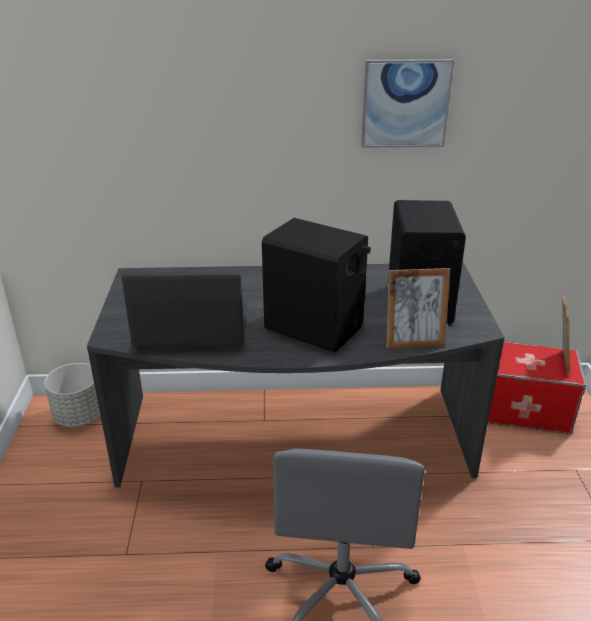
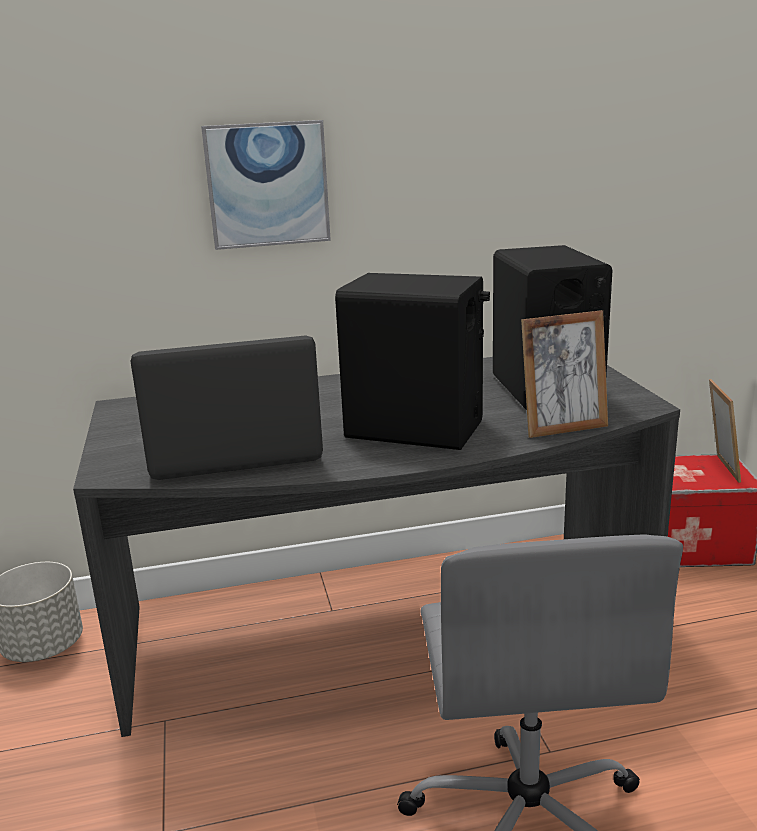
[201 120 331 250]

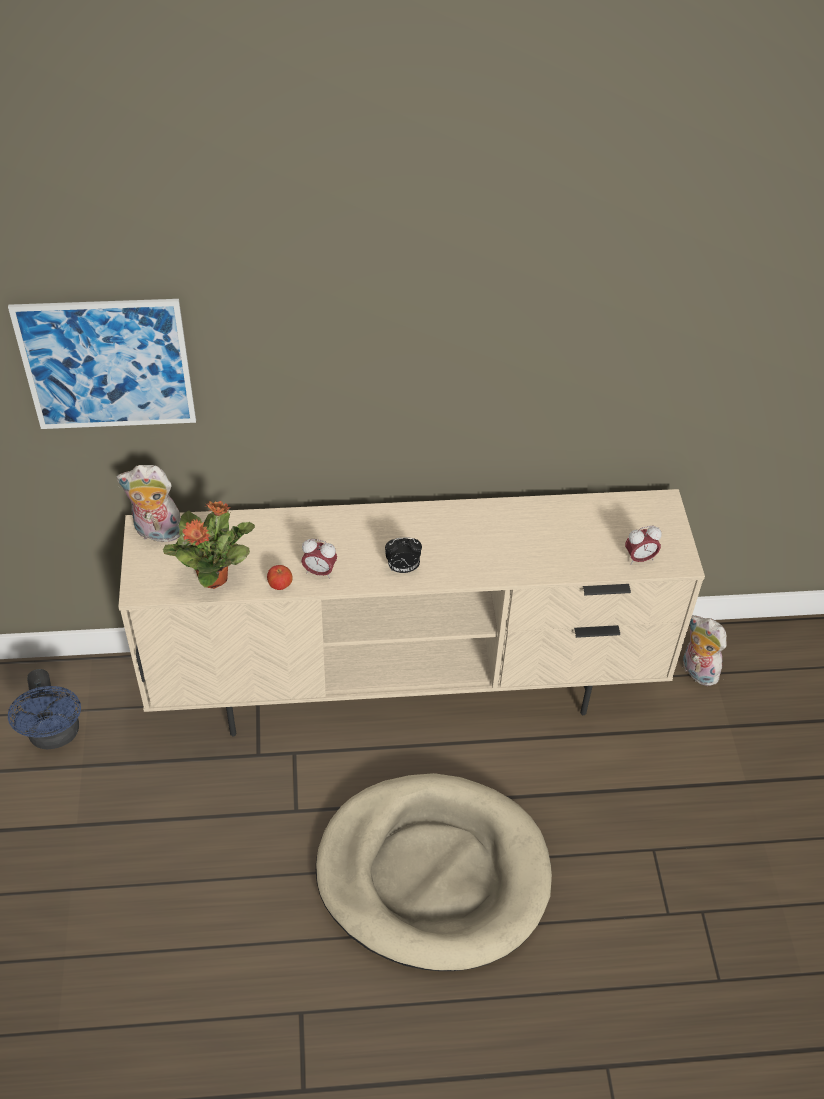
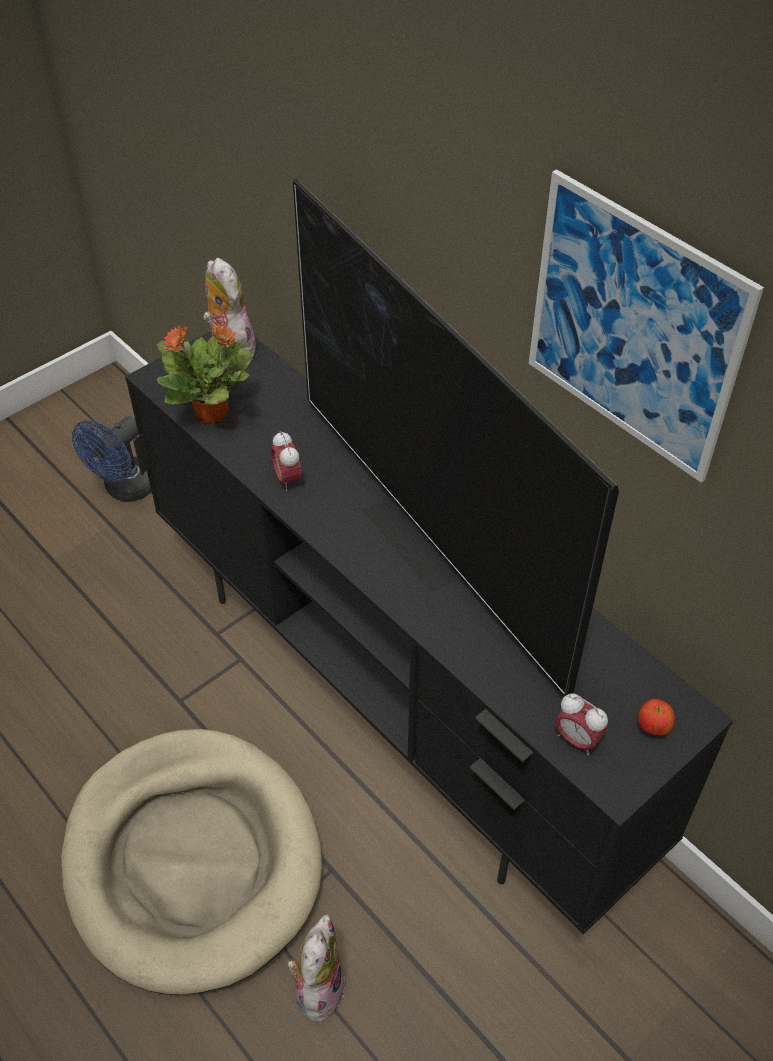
[529 169 764 483]
[125 331 734 934]
[638 699 675 736]
[385 537 422 573] (first image)
[287 914 345 1025]
[292 179 619 697]

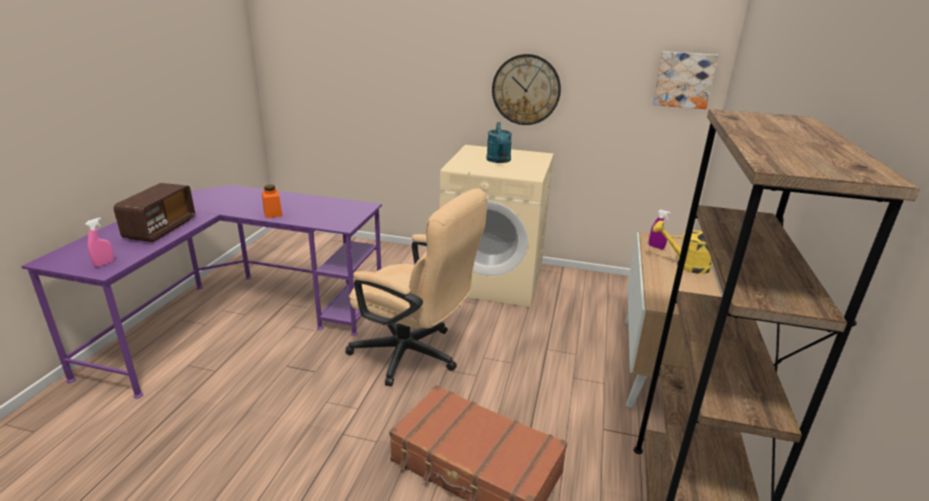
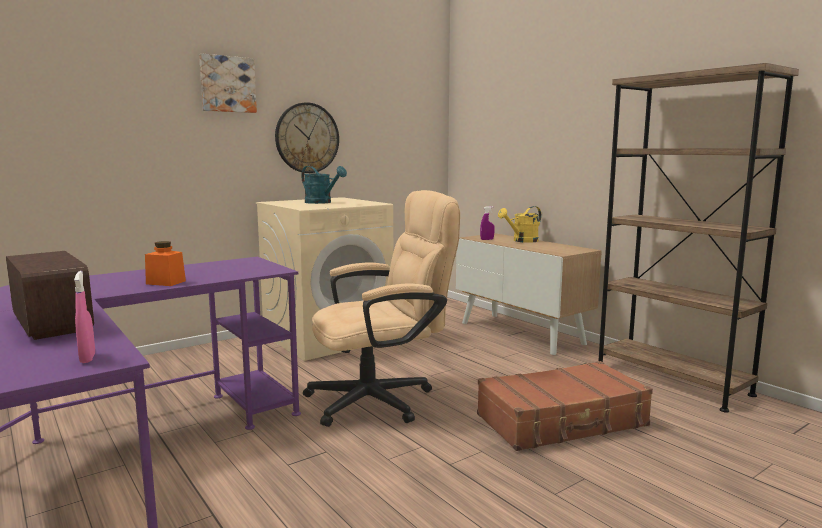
[199 53 257 113]

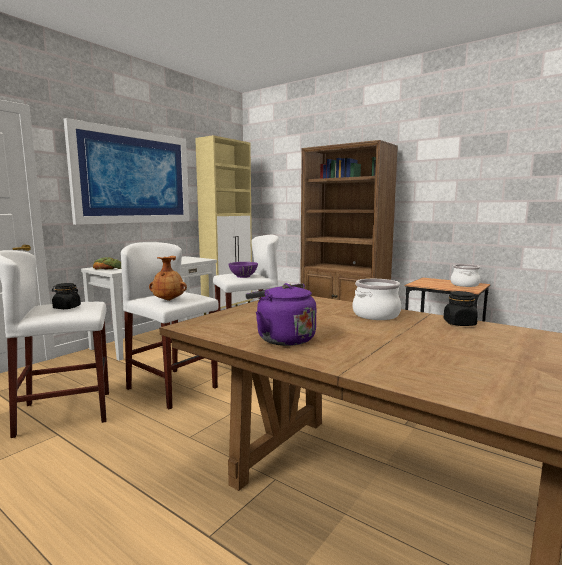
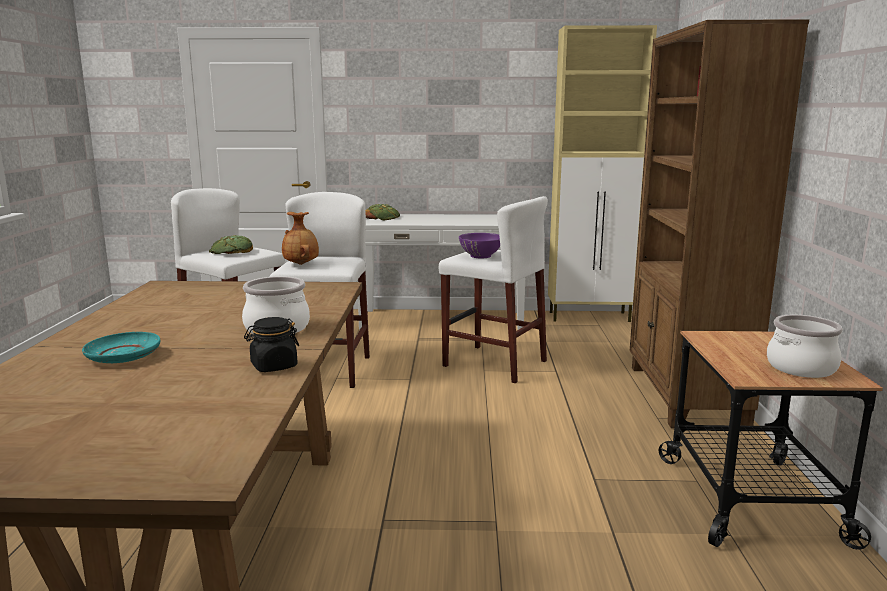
[209 235 253 254]
[64 118 189 225] (first image)
[246 283 316 346] (first image)
[82 332 160 363]

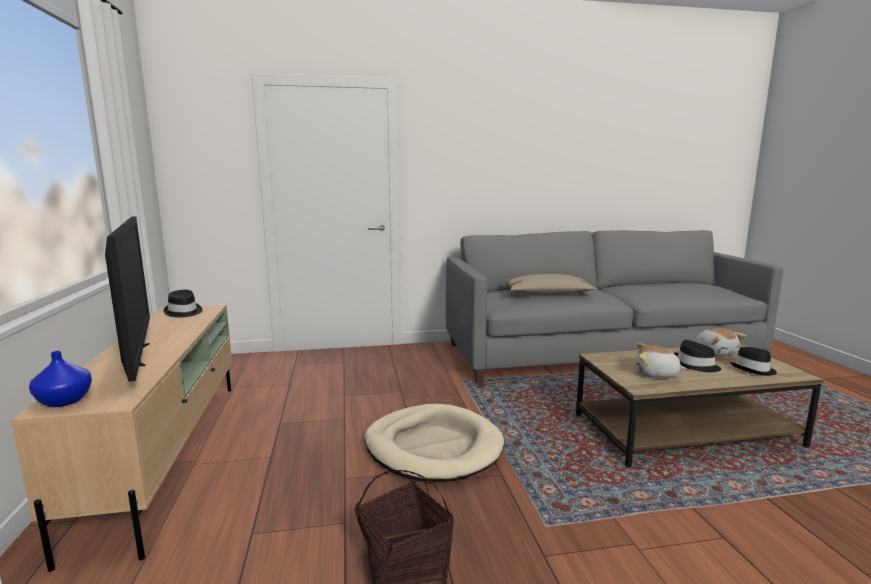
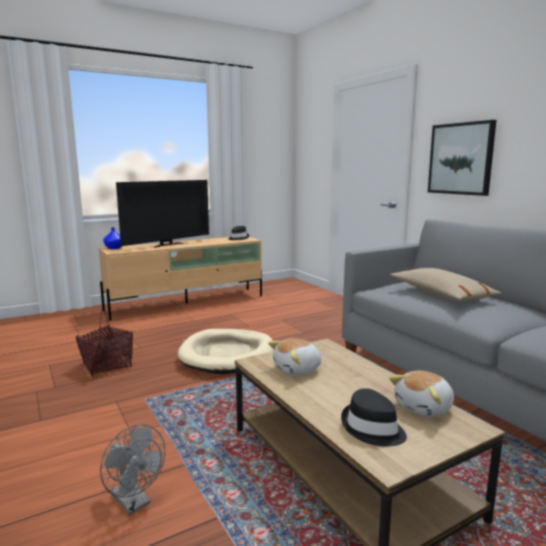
[268 338 321 376]
[674 340 721 372] (first image)
[100 424 165 515]
[428 120 496 196]

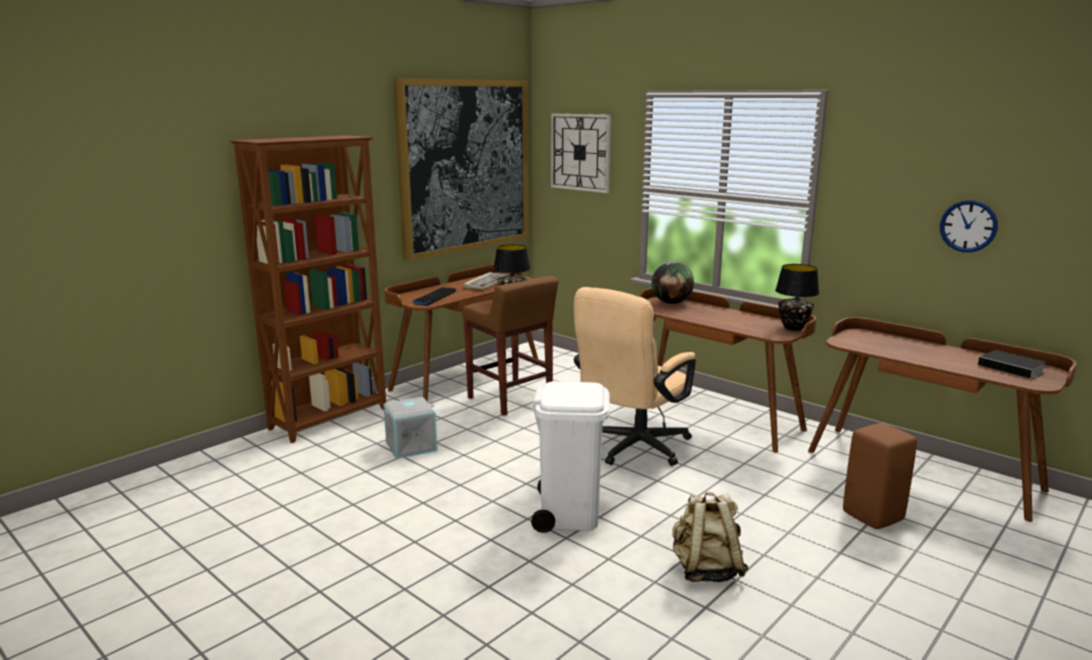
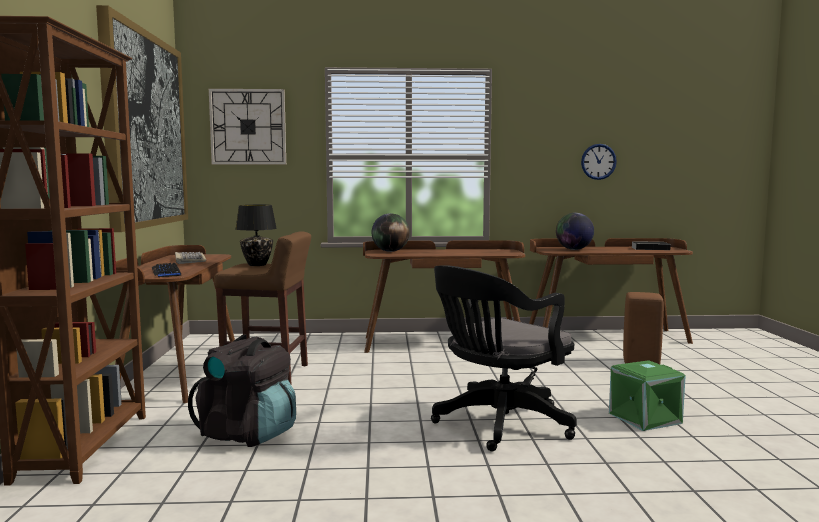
[188 337 296 447]
[431 265 577 451]
[574 287 696 466] (first image)
[609 360 686 431]
[775 264 819 331] (first image)
[556 213 594 250]

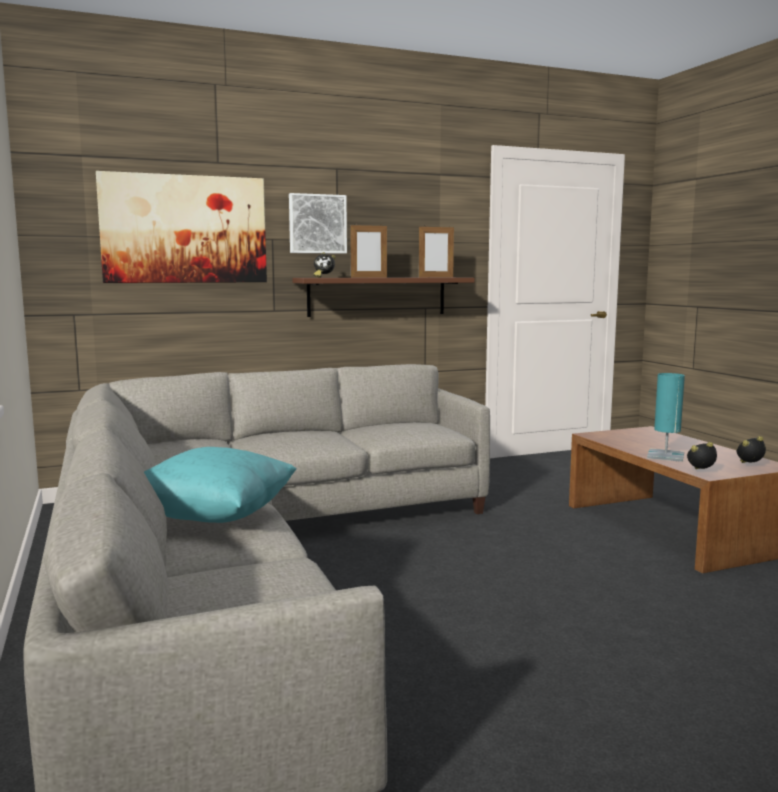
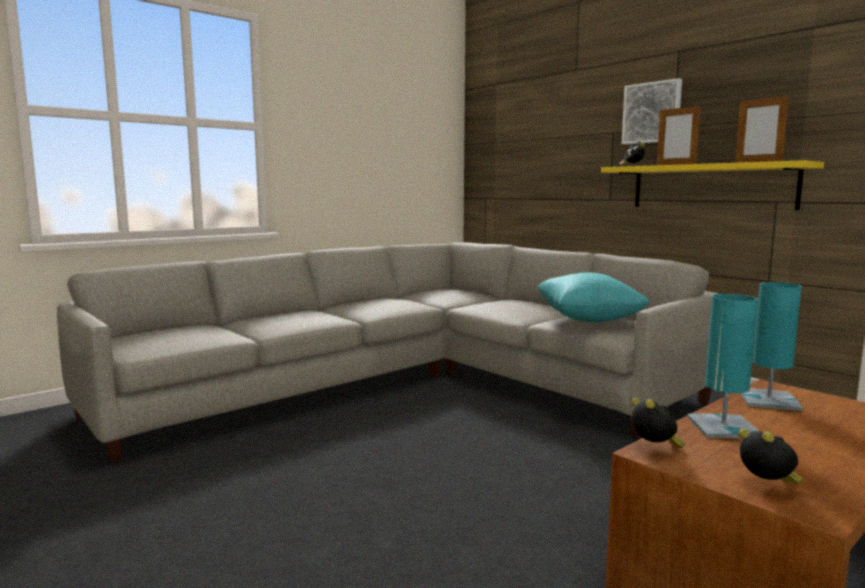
[96 171 267 283] (first image)
[537 272 650 322]
[601 160 824 210]
[740 282 803 411]

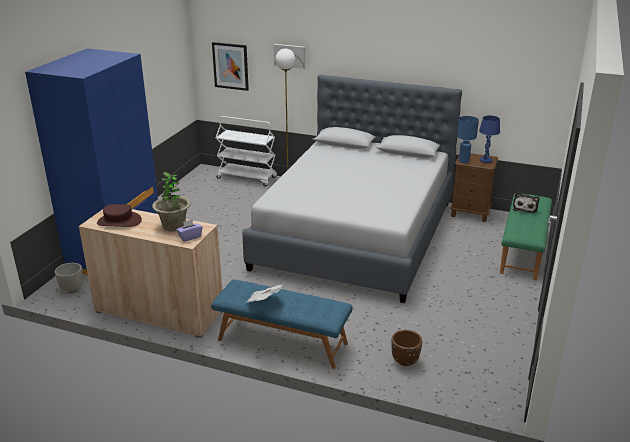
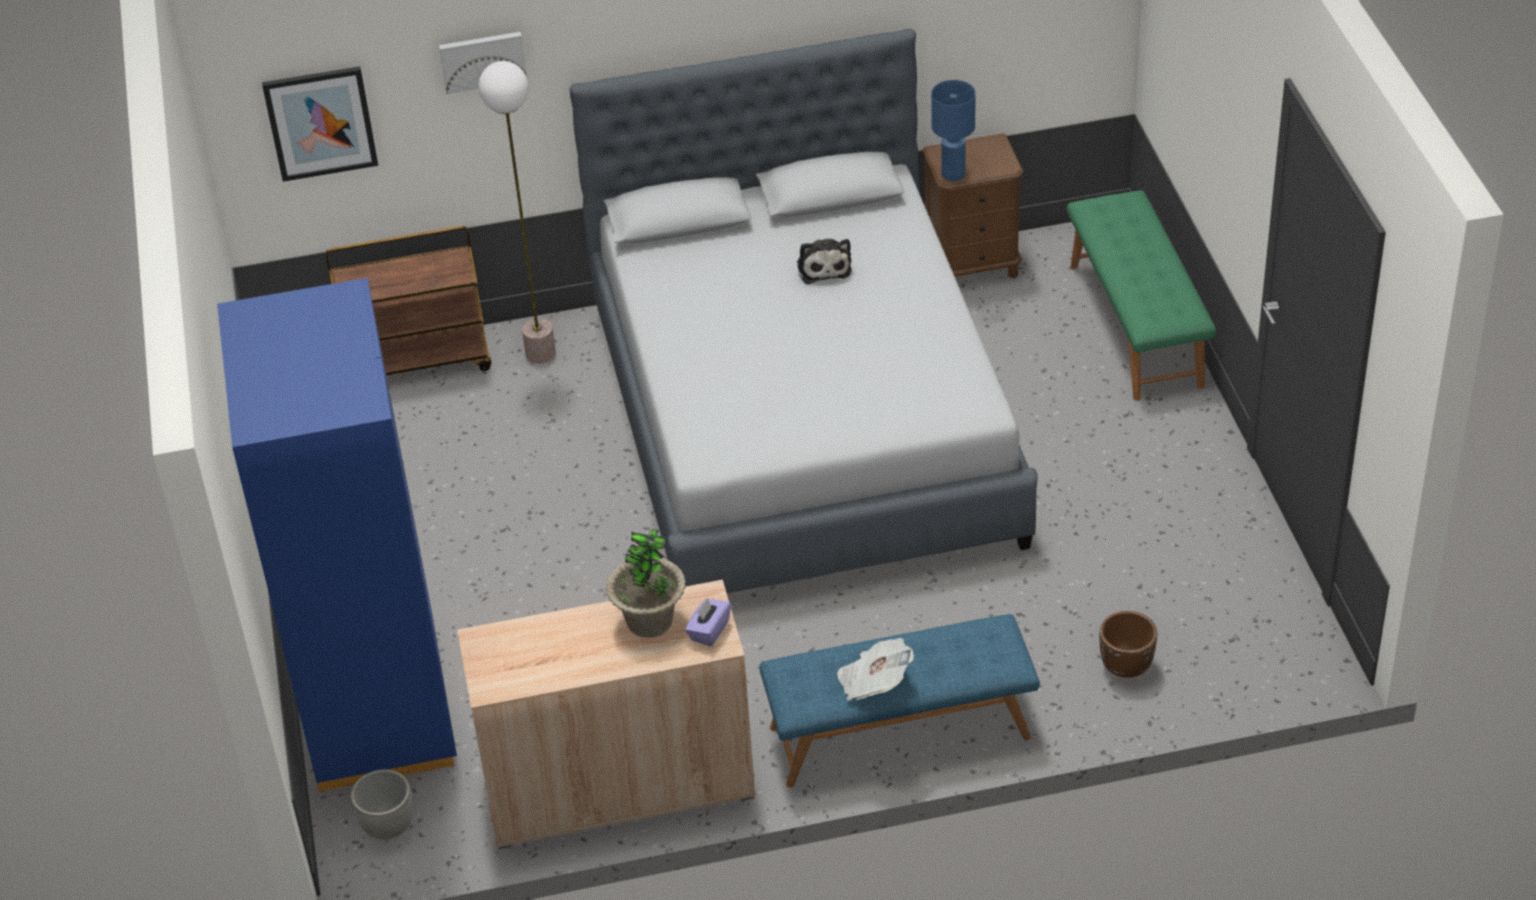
[97 204 142 227] (first image)
[326 226 491 375]
[479 116 500 163] (first image)
[797 239 852 284]

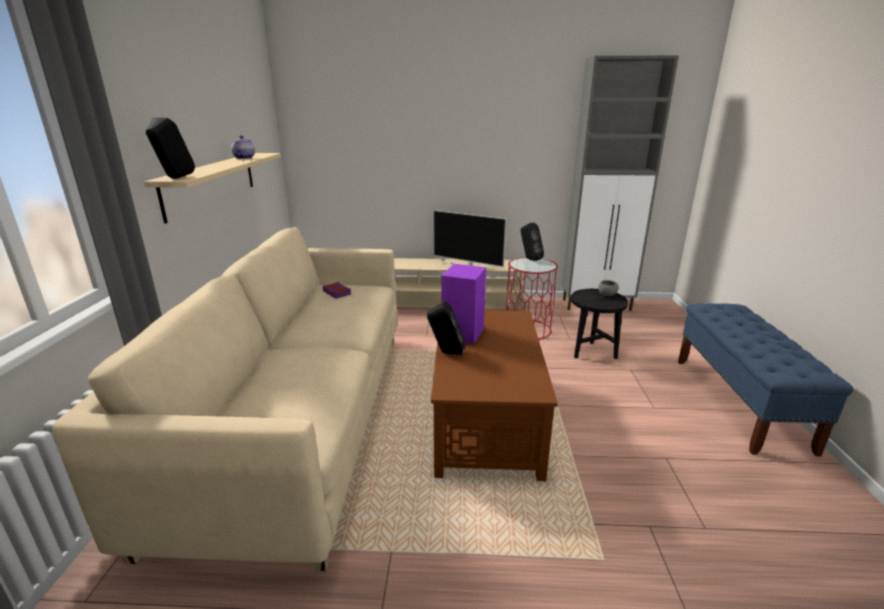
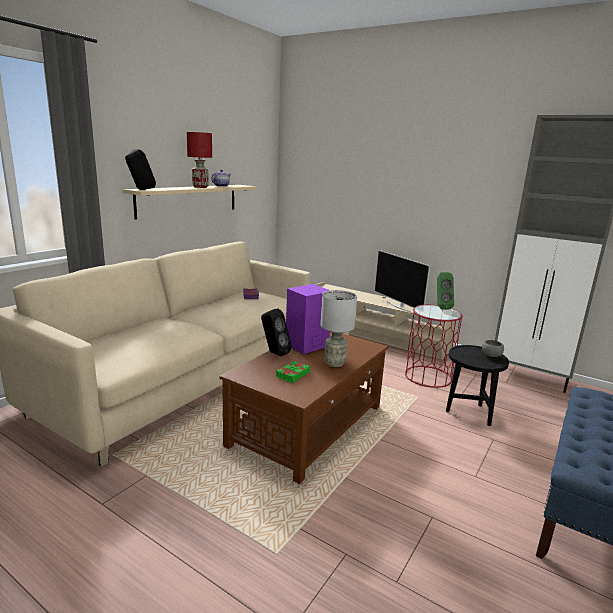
[437 272 454 310]
[187 132 212 188]
[276 361 310 383]
[321 290 357 367]

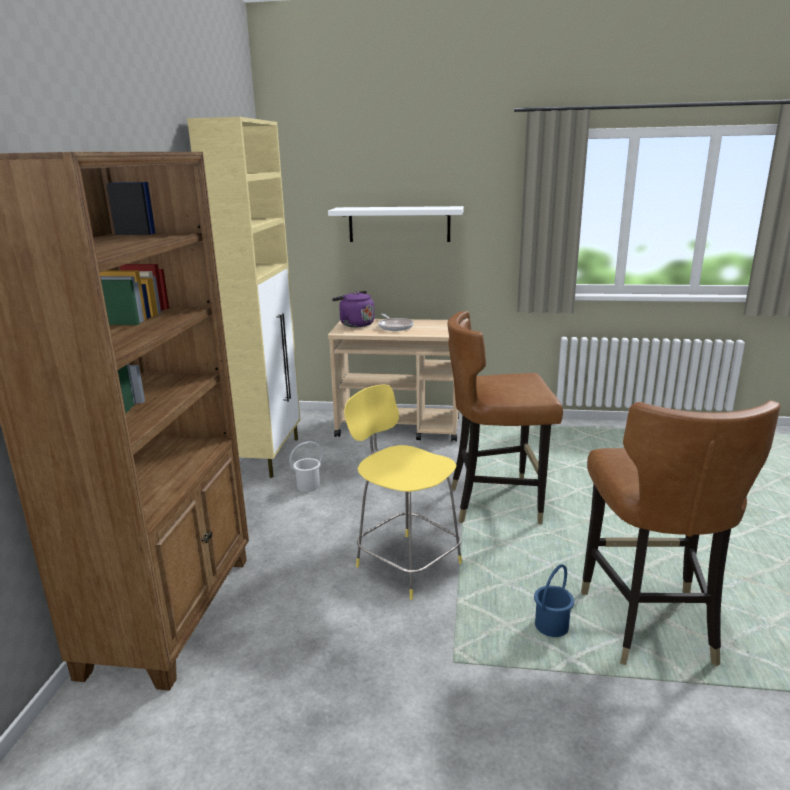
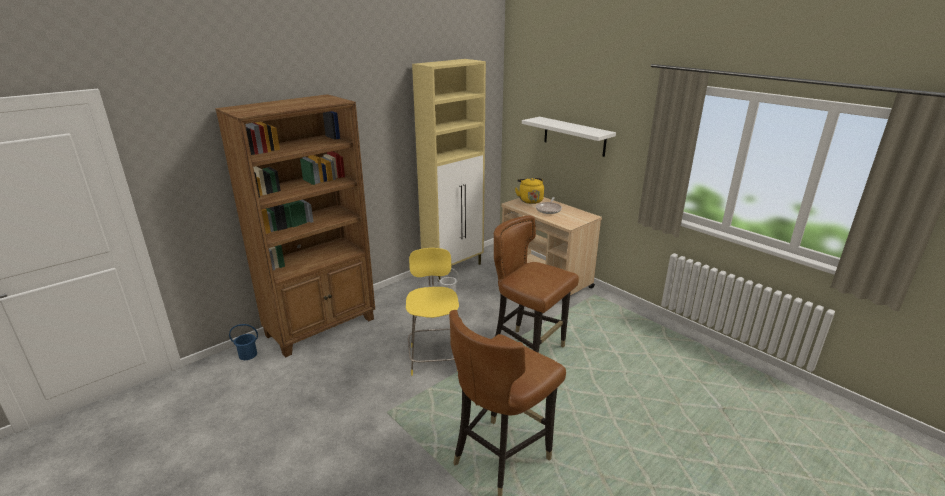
[515 178 544 204]
[229 324 258 360]

